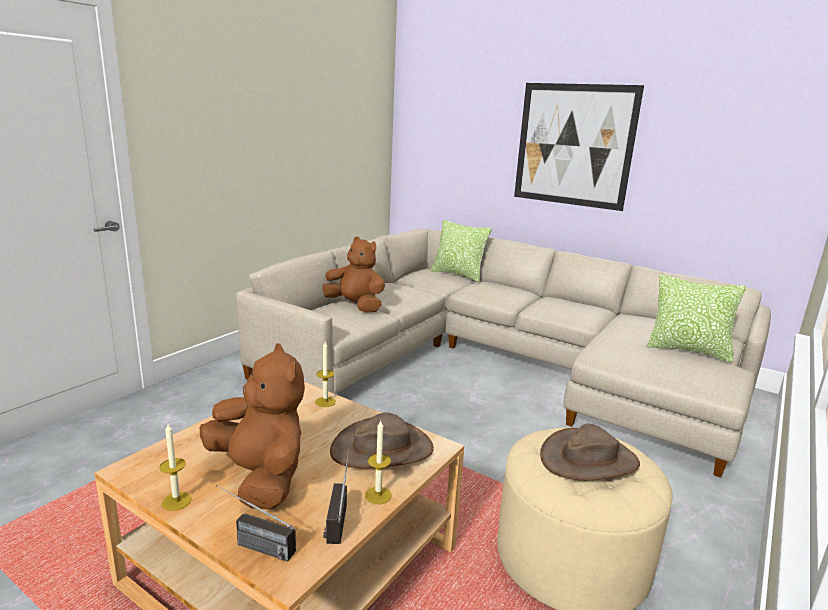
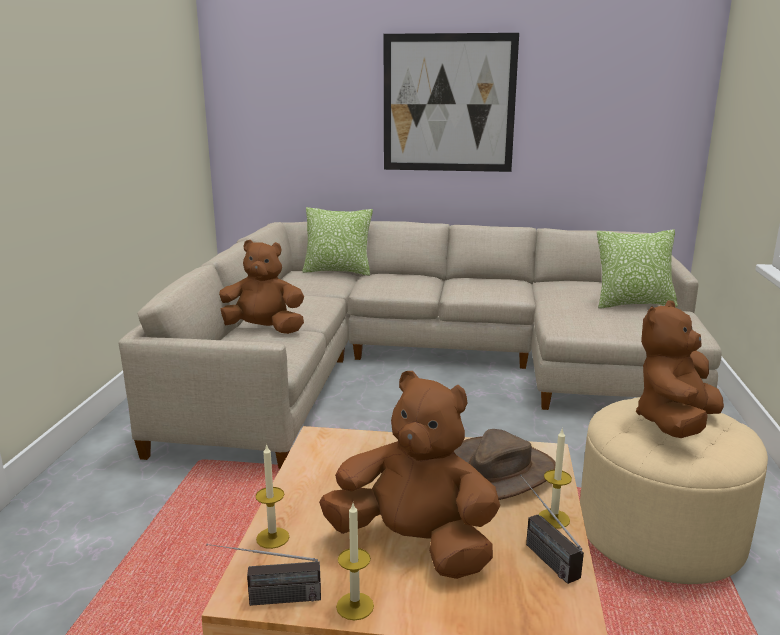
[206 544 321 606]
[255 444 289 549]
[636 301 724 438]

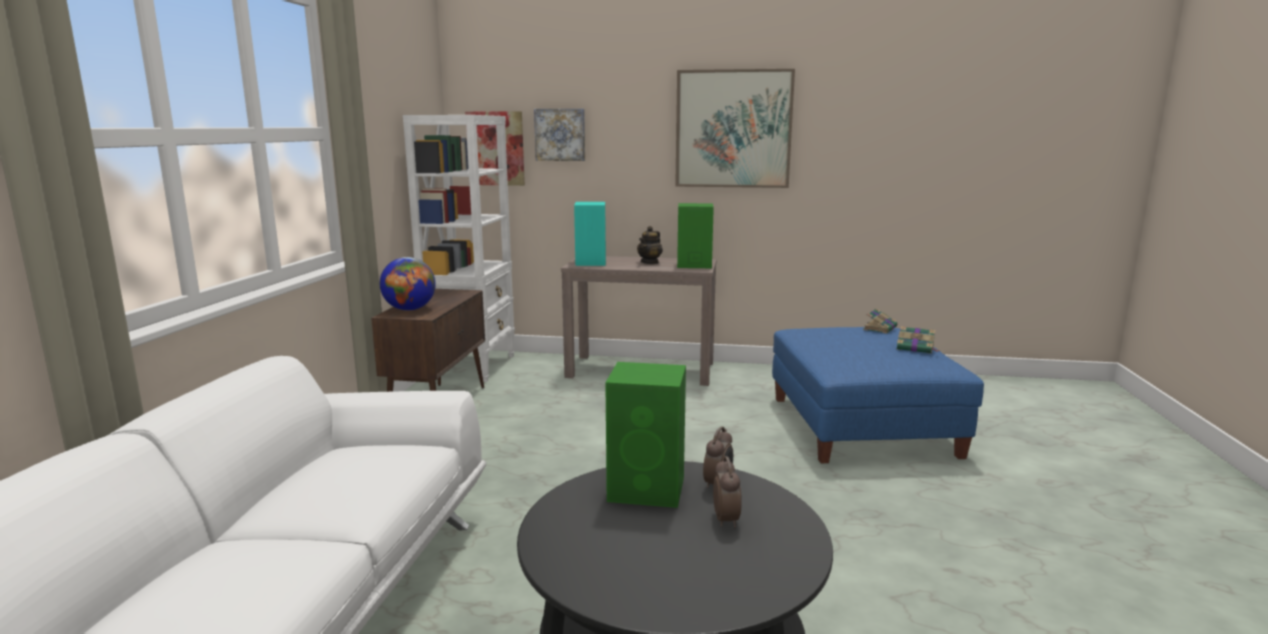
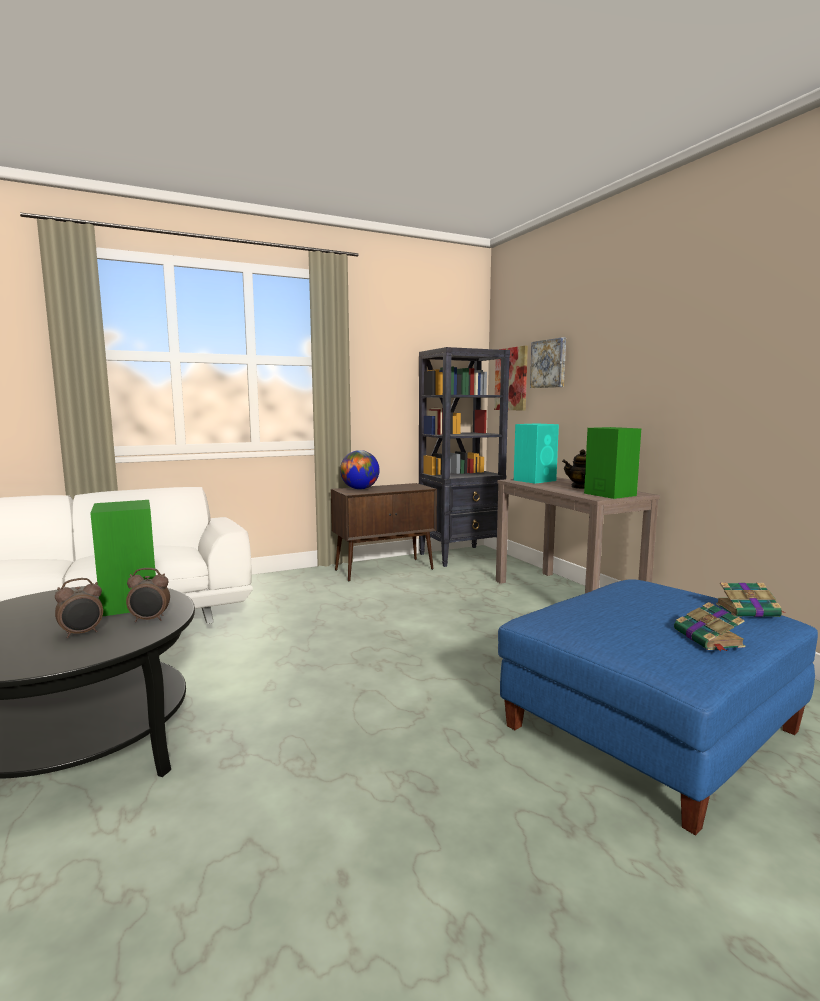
[419 347 510 567]
[675 69 795 188] (first image)

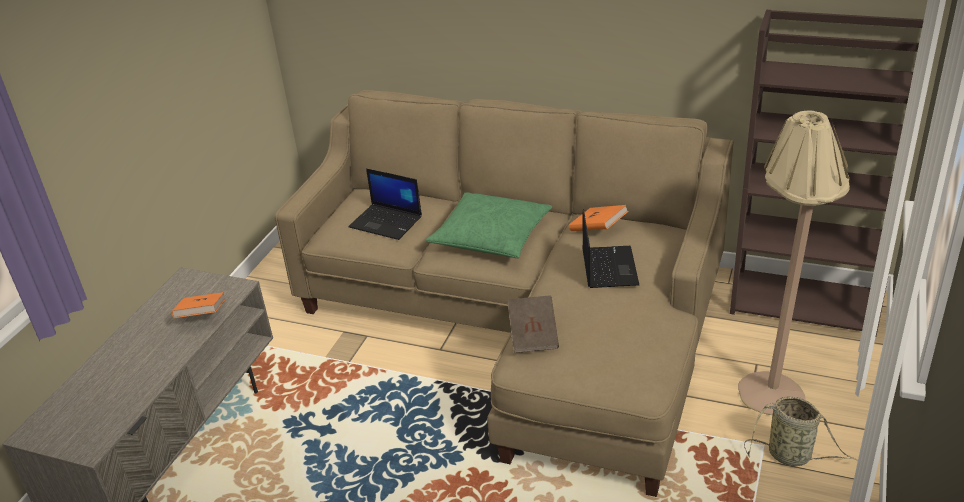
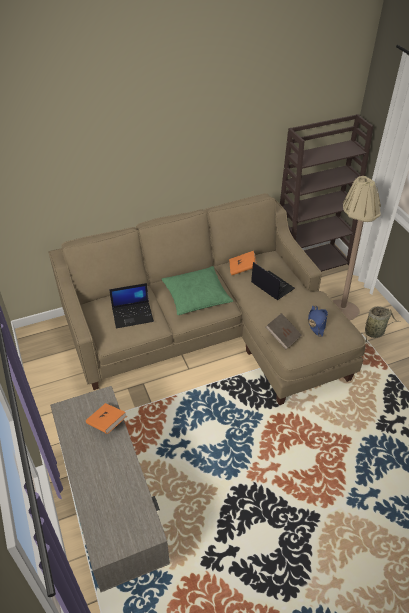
[308 305 328 337]

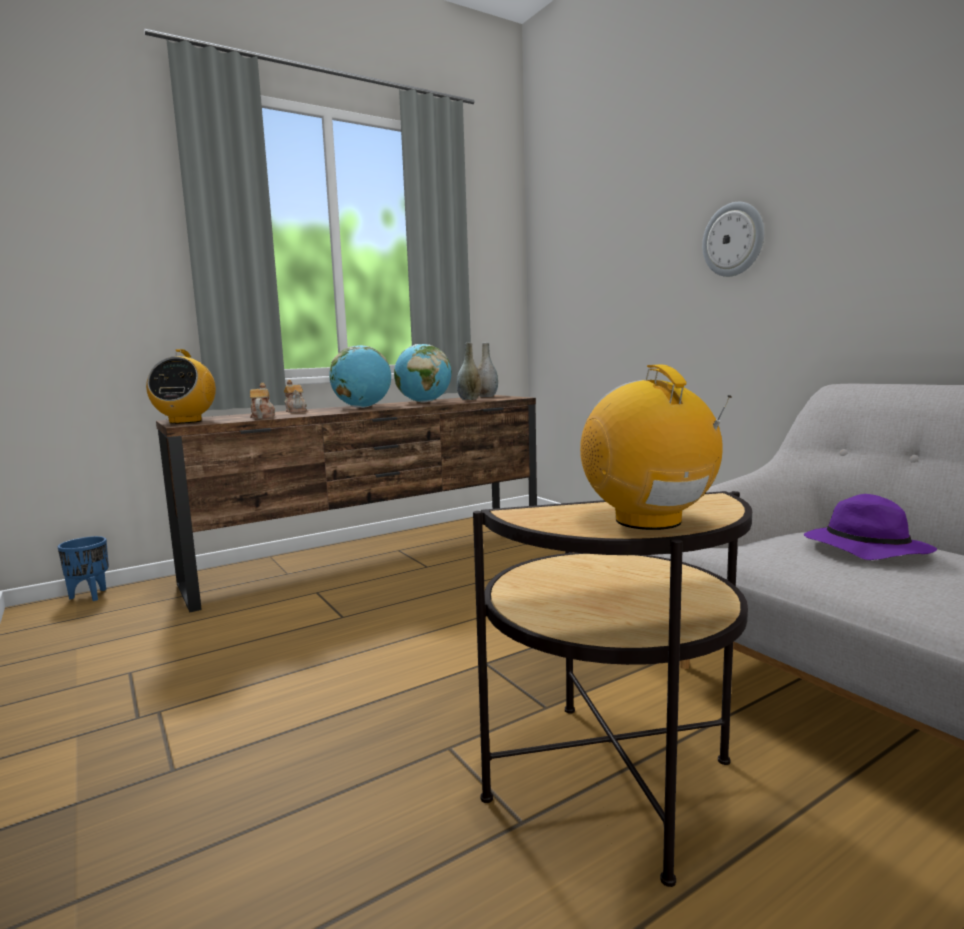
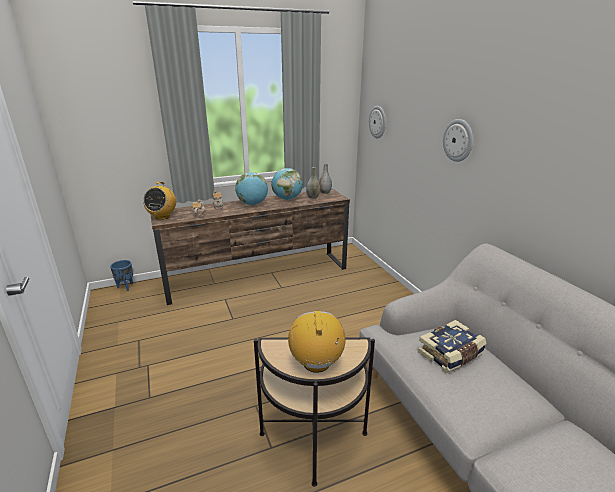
[418 320 487 373]
[369 106 386 138]

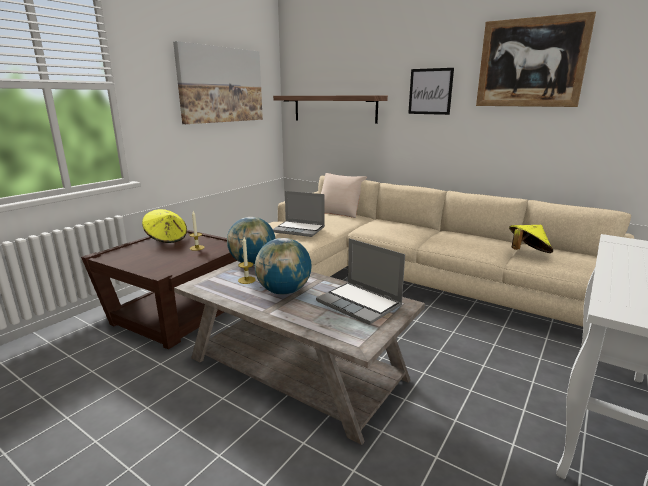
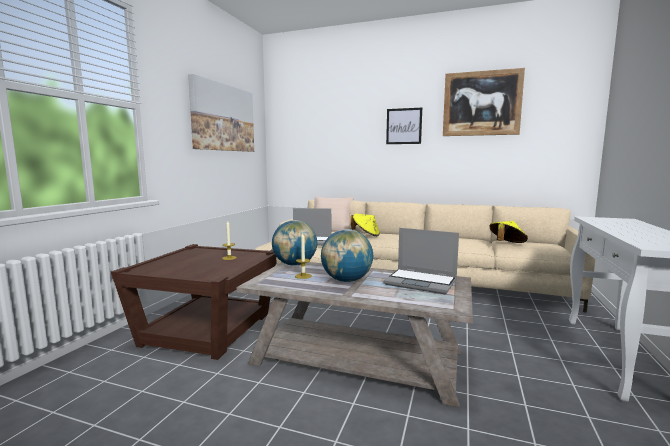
[351 214 380 236]
[273 96 388 124] (first image)

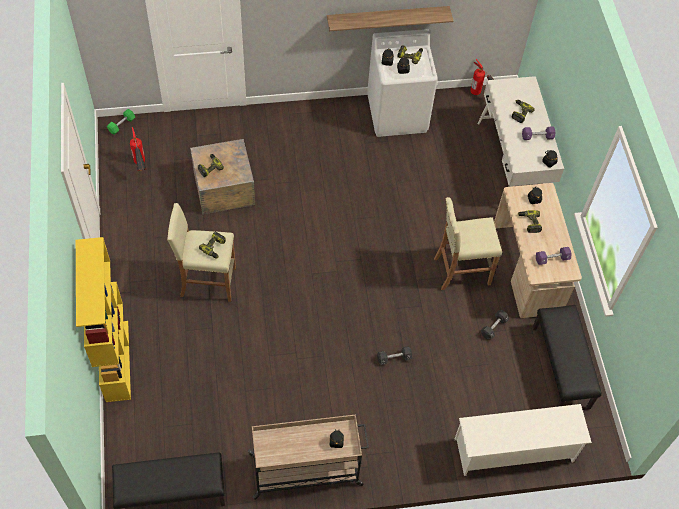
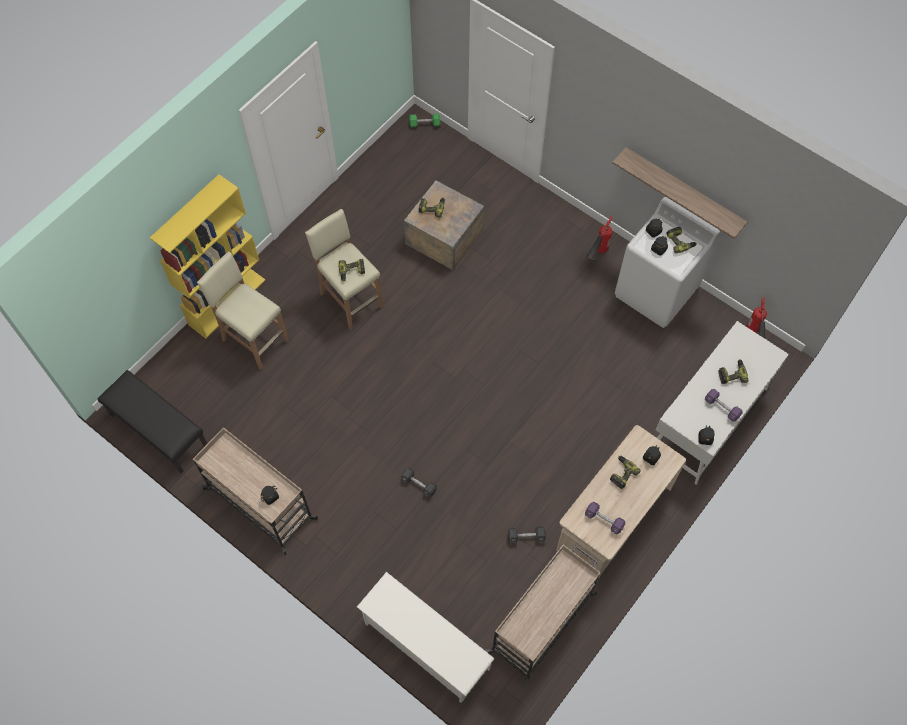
[586 215 613 261]
[197 251 289 370]
[485 545 601 686]

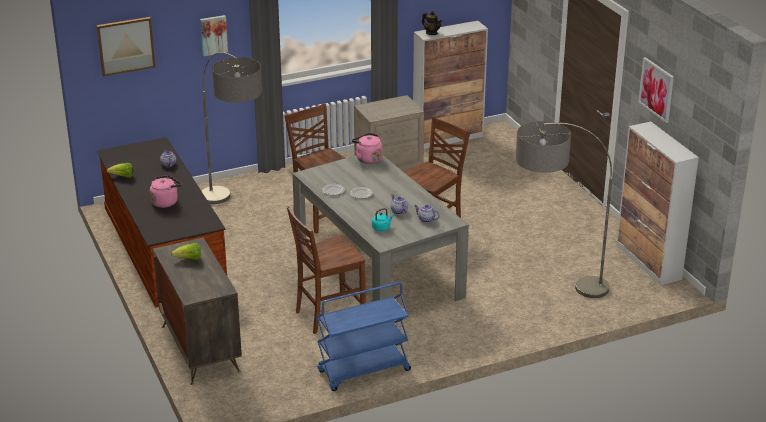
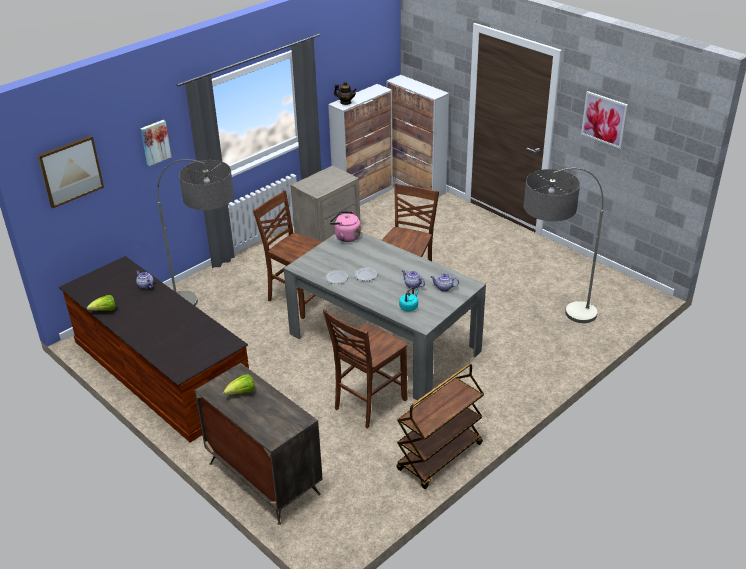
[150 175 182 208] (first image)
[396 364 484 489]
[386 75 449 201]

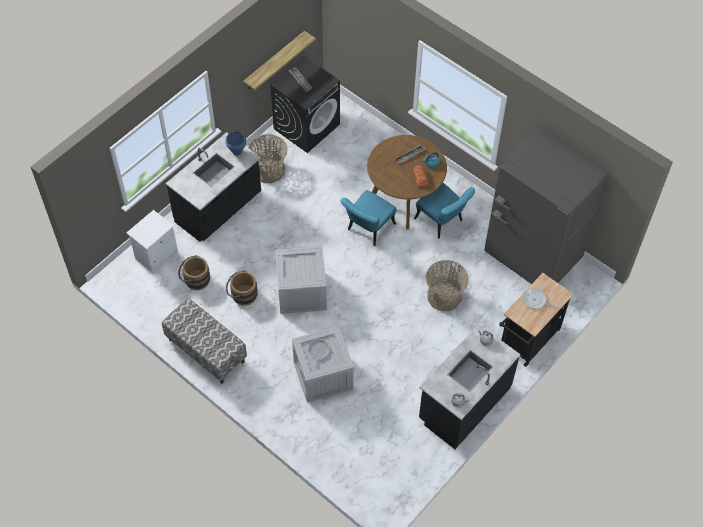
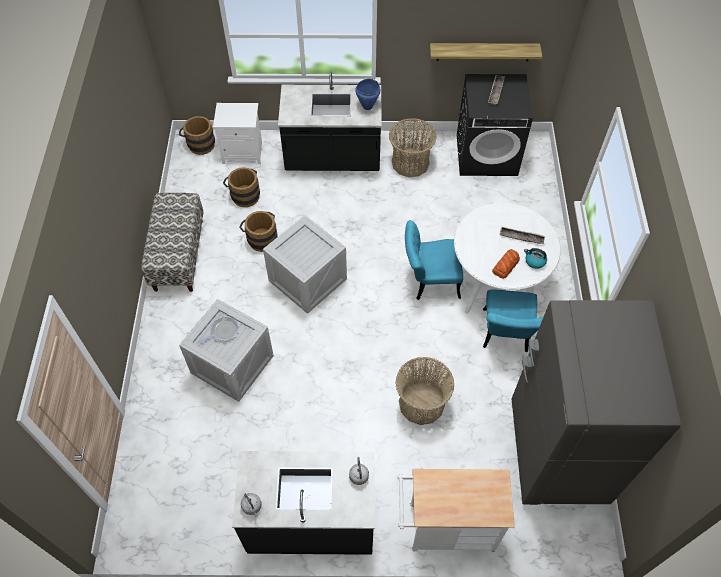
[454 203 561 314]
[397 469 515 552]
[523 288 558 309] (first image)
[179 116 215 155]

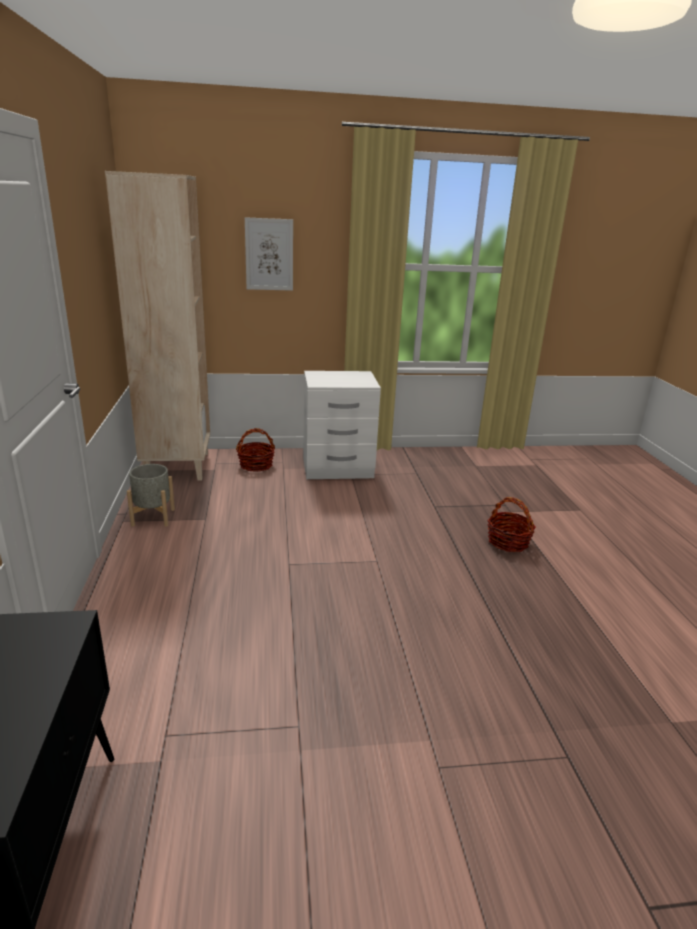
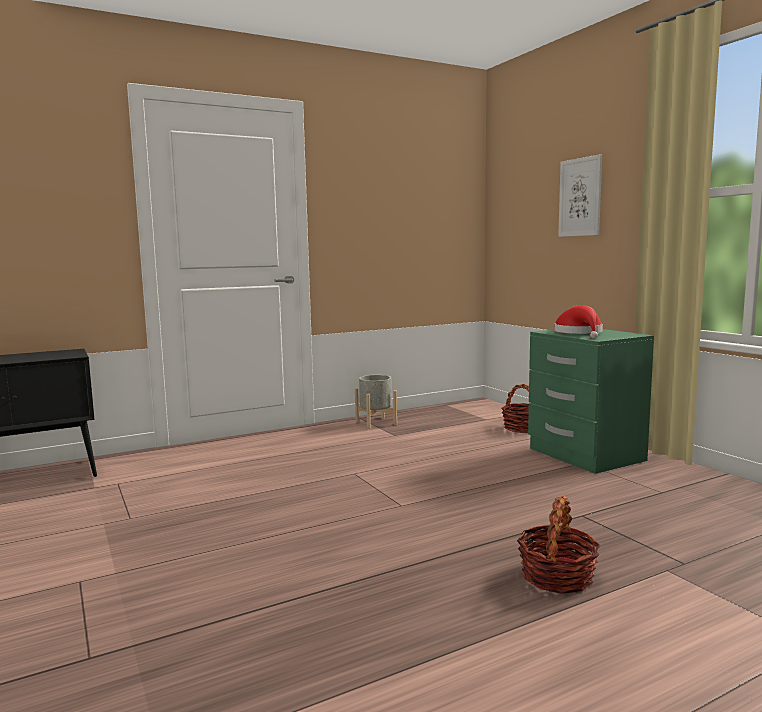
[105 171 210 480] (first image)
[528 329 654 474]
[554 305 603 339]

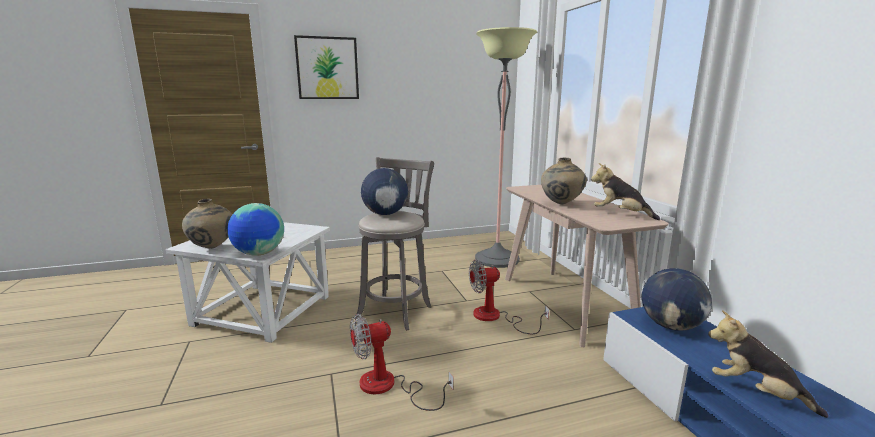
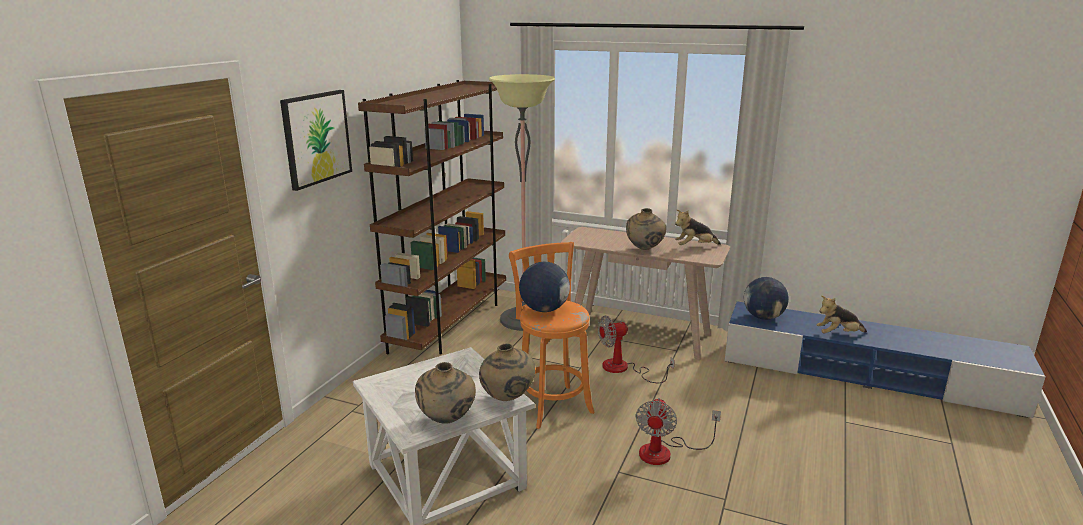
[479 343 535 401]
[509 242 594 429]
[598 316 675 383]
[358 80 506 355]

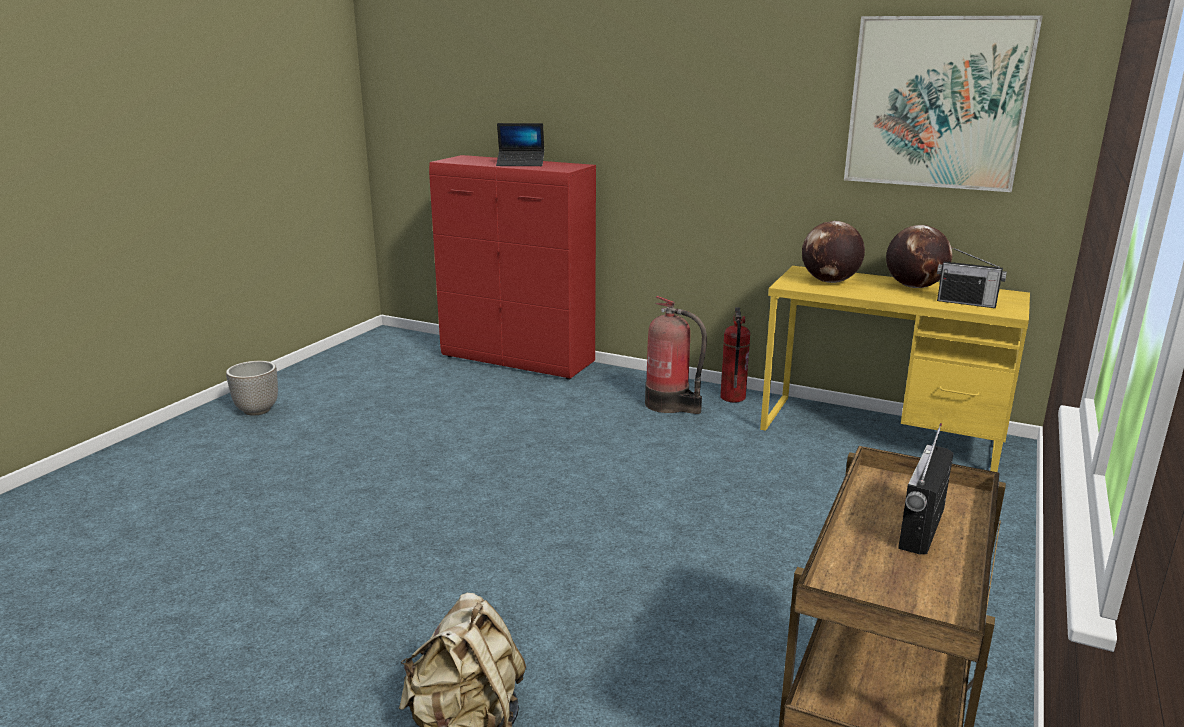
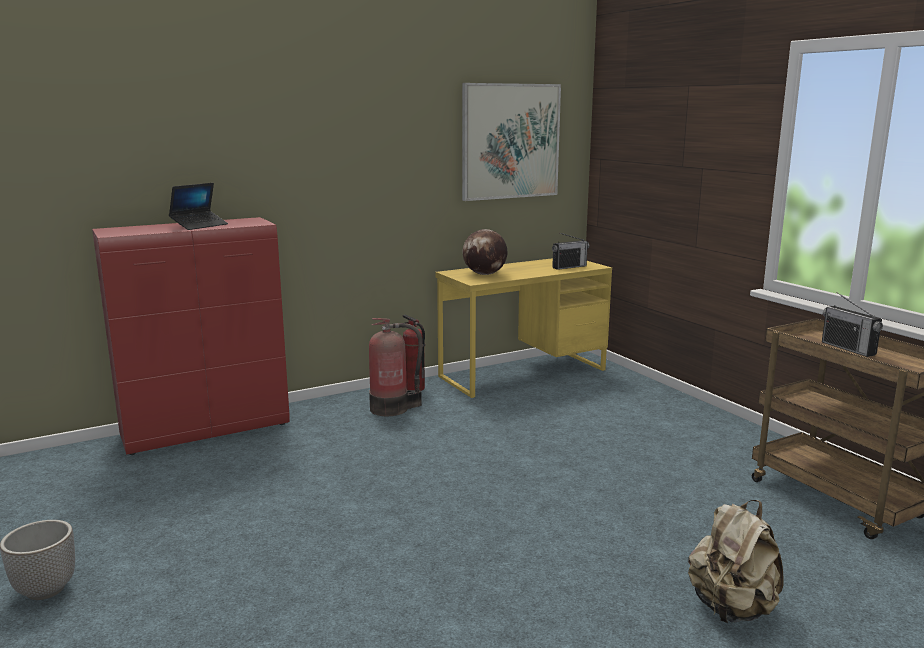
[886 225 952 288] (first image)

